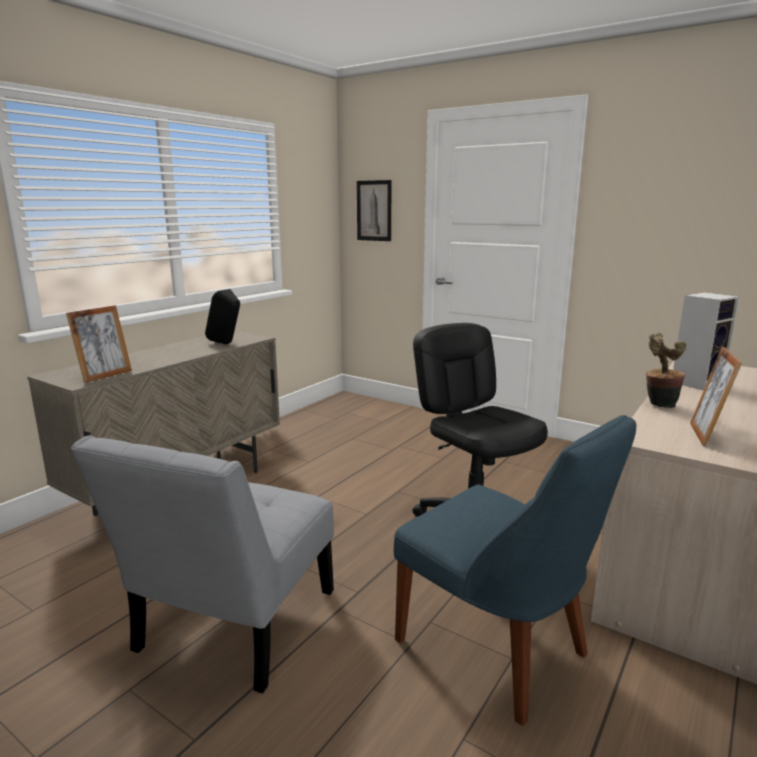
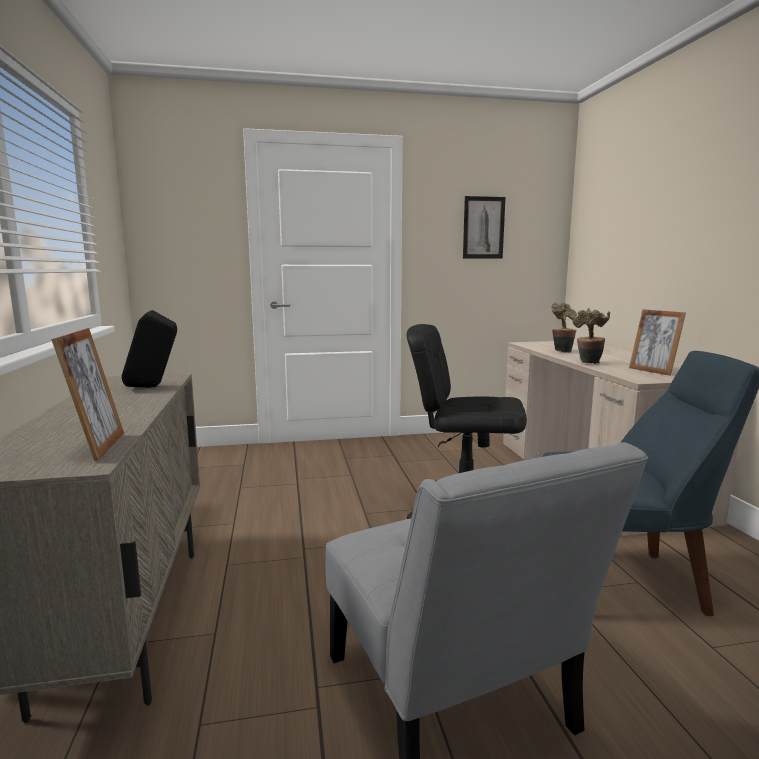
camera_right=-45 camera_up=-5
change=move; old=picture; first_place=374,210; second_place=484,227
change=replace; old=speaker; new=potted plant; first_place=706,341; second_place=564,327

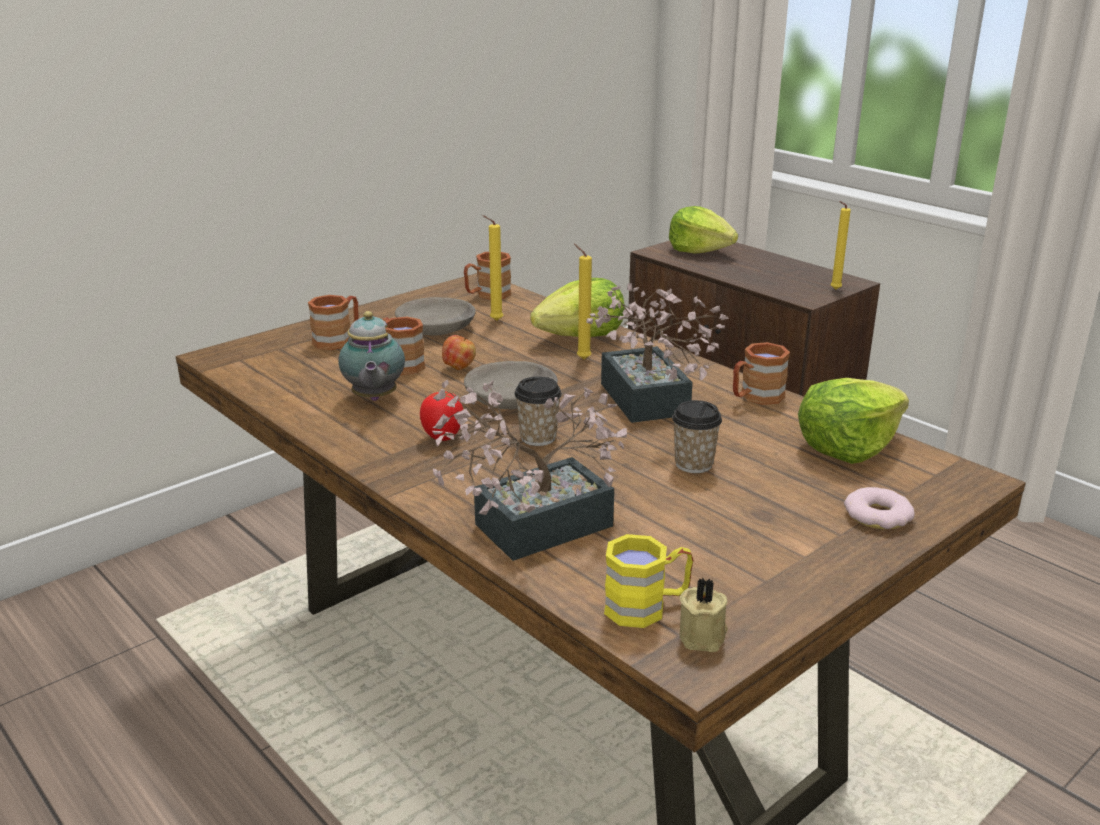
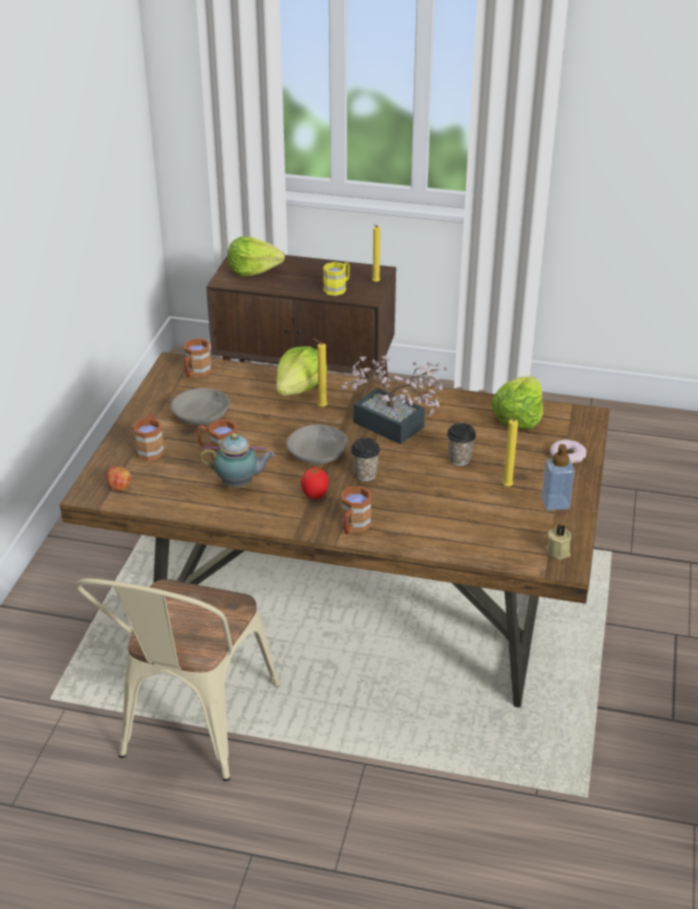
camera_right=-35 camera_up=10
change=insert; new=chair in beige; second_place=177,680
change=move; old=apple; first_place=459,352; second_place=118,478
change=rotate; old=teapot; first_place=371,356; second_place=237,461; degrees=-45
change=move; old=mug in yellow; first_place=648,581; second_place=336,279
change=move; old=mug in brown; first_place=761,373; second_place=357,510
change=move; old=candle in yellow; first_place=492,268; second_place=510,452
change=insert; new=soap dispenser; second_place=558,477
change=delete; old=potted plant; first_place=529,470

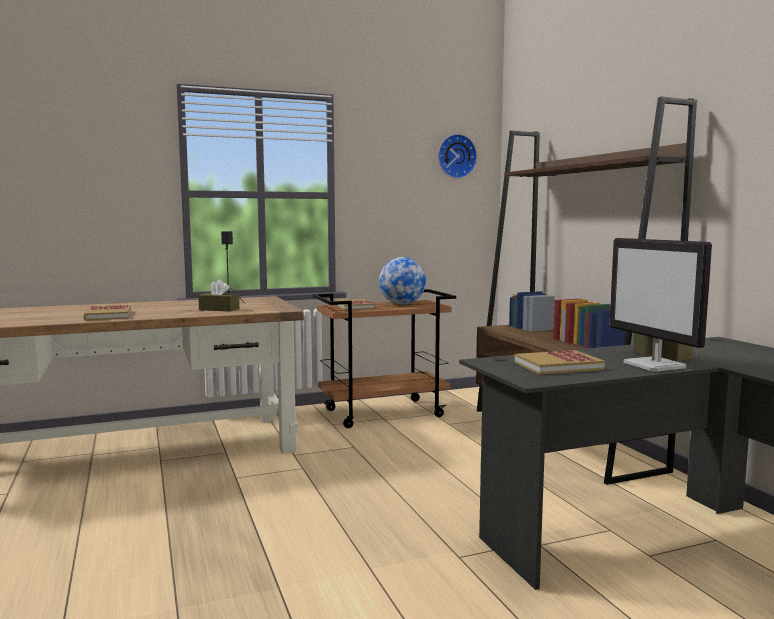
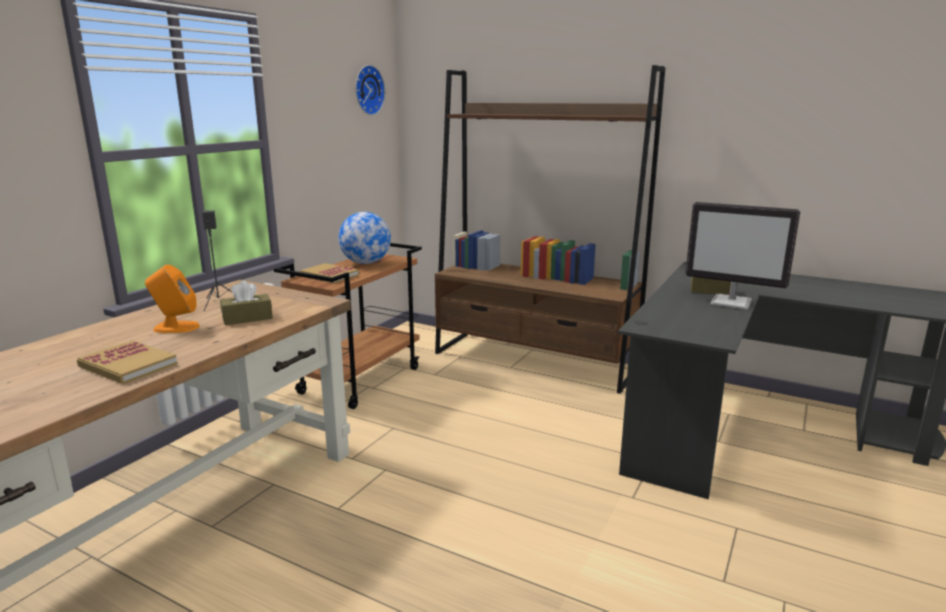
camera_right=-40 camera_up=10
change=insert; new=speaker in orange; second_place=172,299
change=delete; old=book; first_place=559,362

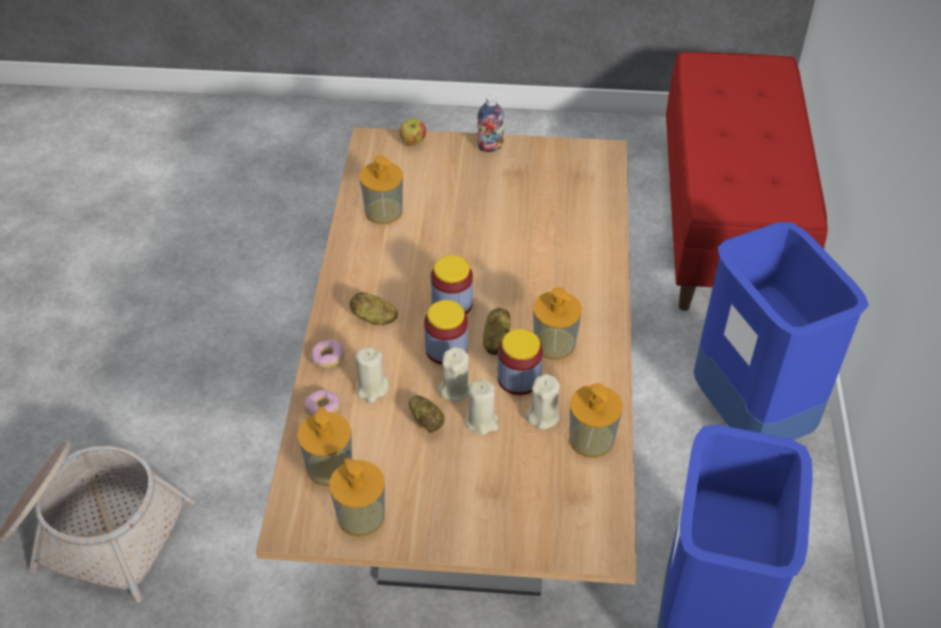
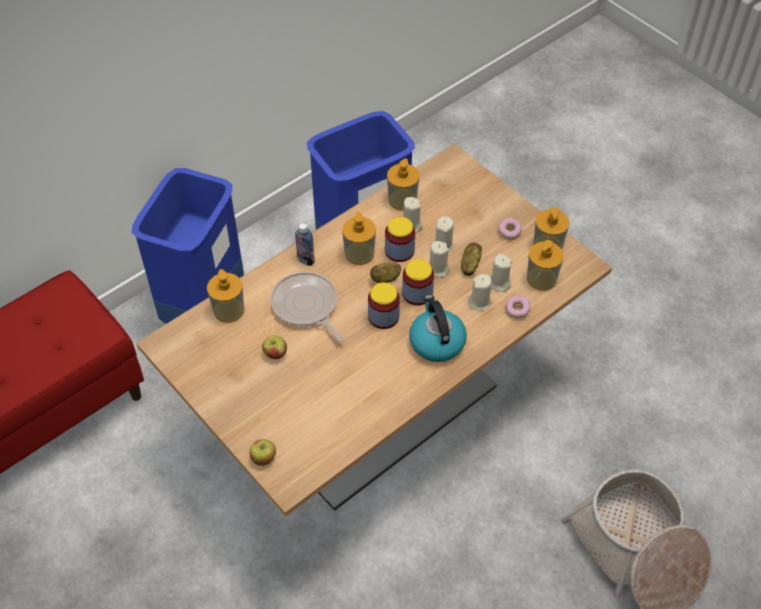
camera_right=-135 camera_up=5
change=move; old=soap dispenser; first_place=381,190; second_place=225,296
change=insert; new=apple; second_place=274,347
change=insert; new=frying pan; second_place=307,306
change=move; old=bottle; first_place=490,123; second_place=305,244
change=replace; old=potato; new=kettle; first_place=374,308; second_place=438,328
change=insert; new=candle in beige; second_place=501,273
change=move; old=donut; first_place=327,354; second_place=510,229

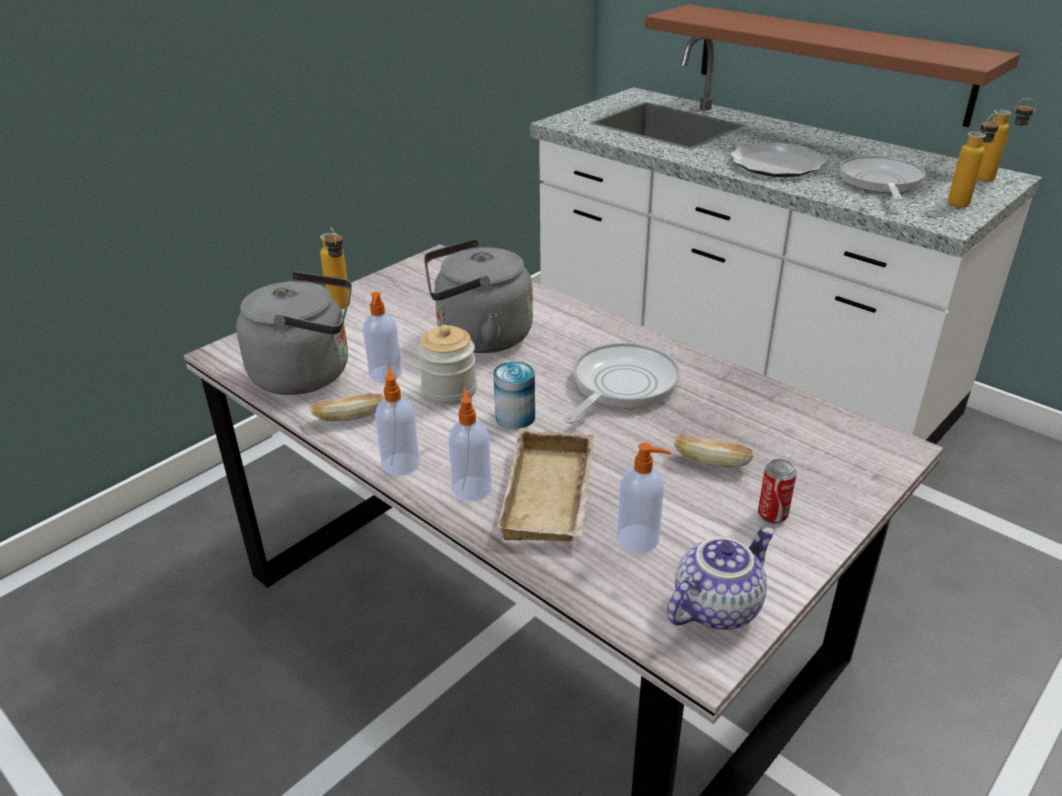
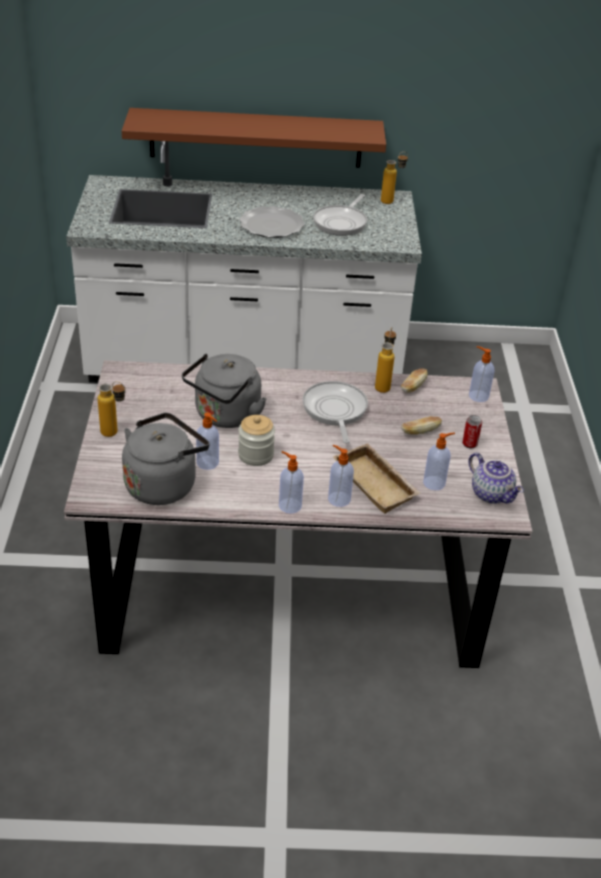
camera_right=-45 camera_up=5
change=rotate; old=frying pan; first_place=883,178; second_place=340,215; degrees=-120
change=move; old=bottle; first_place=973,160; second_place=385,360
change=move; old=bread; first_place=347,407; second_place=414,380
change=rotate; old=teapot; first_place=721,578; second_place=496,478; degrees=135
change=insert; new=soap dispenser; second_place=481,374
change=delete; old=can; first_place=514,395

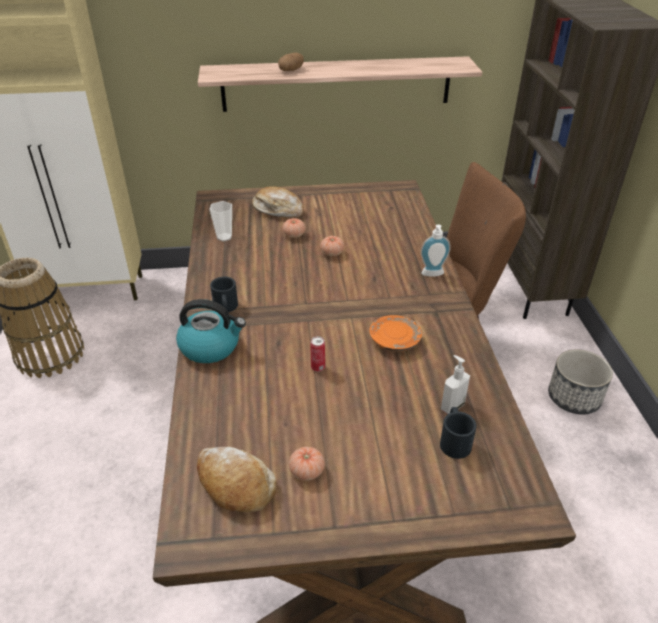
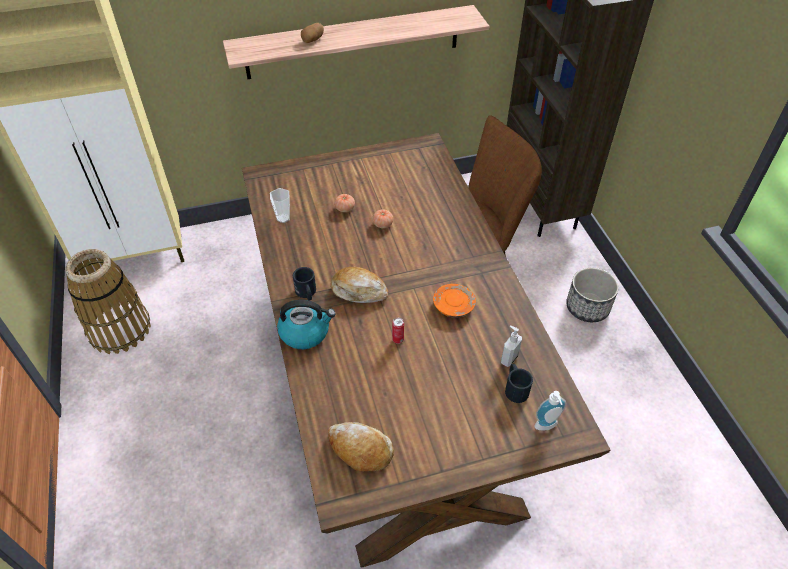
camera_right=-10 camera_up=10
change=move; old=bread; first_place=278,202; second_place=359,285
change=move; old=soap dispenser; first_place=436,251; second_place=550,411
change=delete; old=tomato; first_place=307,464

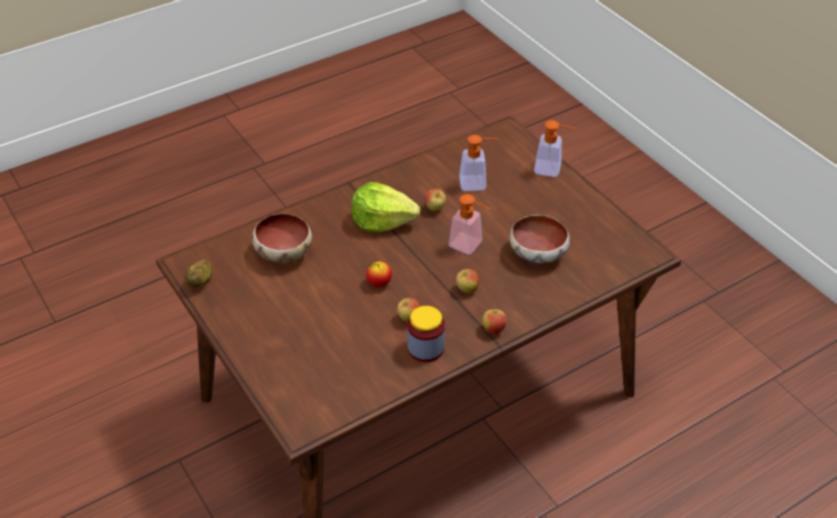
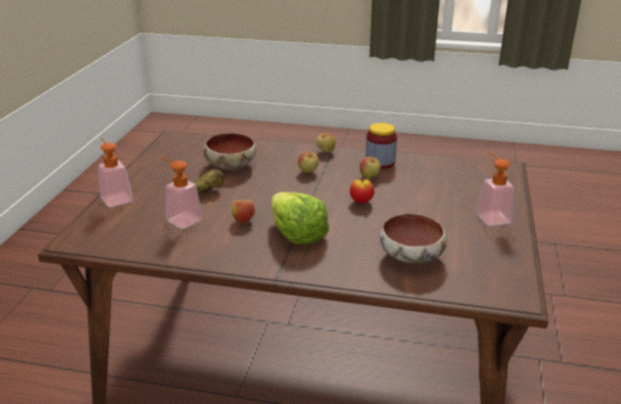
camera_right=-135 camera_up=-15
change=move; old=potato; first_place=198,273; second_place=208,181
change=move; old=soap dispenser; first_place=469,224; second_place=495,189

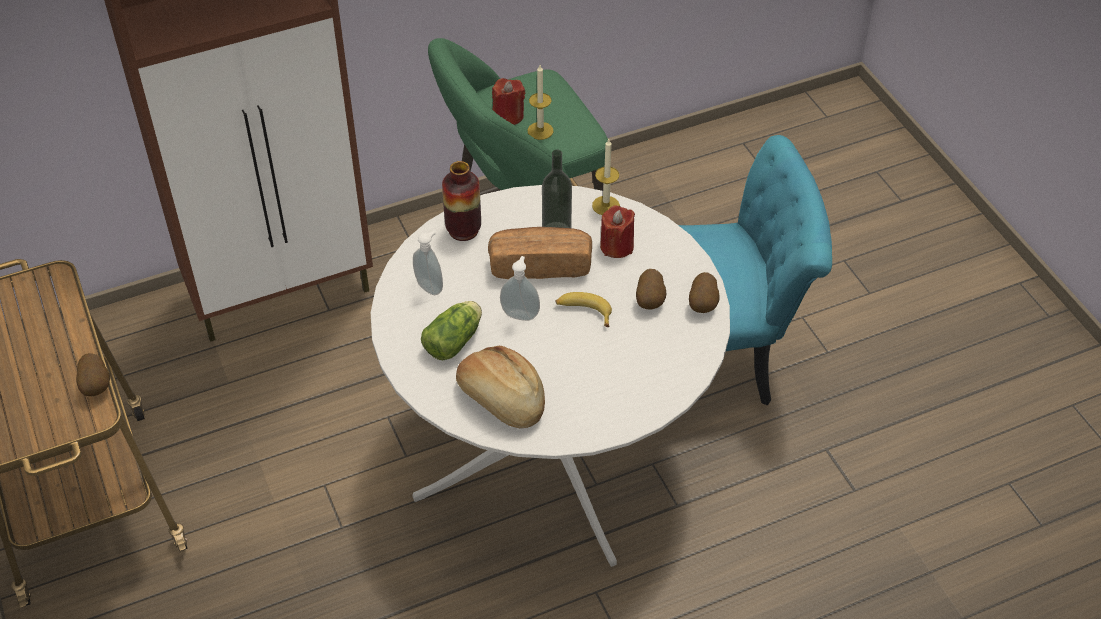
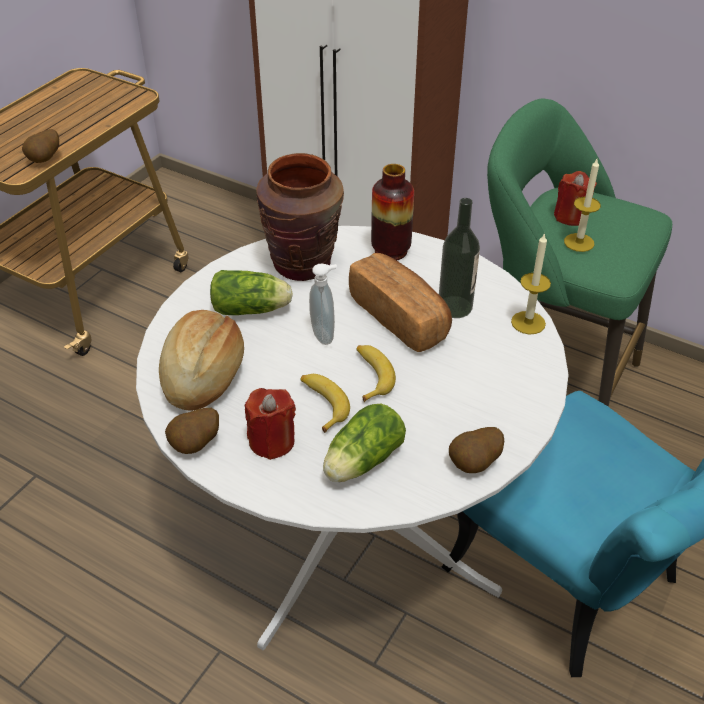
camera_right=55 camera_up=-5
change=move; old=potato; first_place=651,289; second_place=192,431
change=move; old=candle in red; first_place=617,231; second_place=270,424
change=replace; old=soap dispenser; new=vase in brown; first_place=428,263; second_place=300,217
change=insert; new=banana; second_place=325,403
change=insert; new=lettuce; second_place=364,443

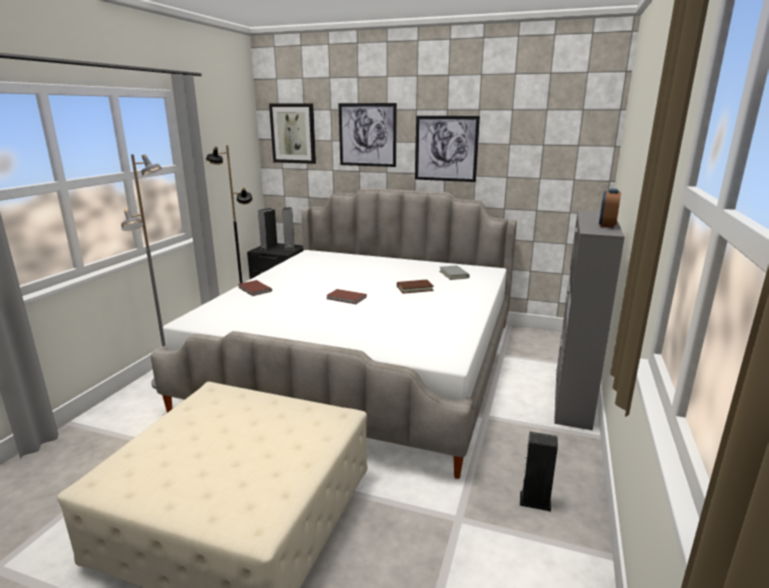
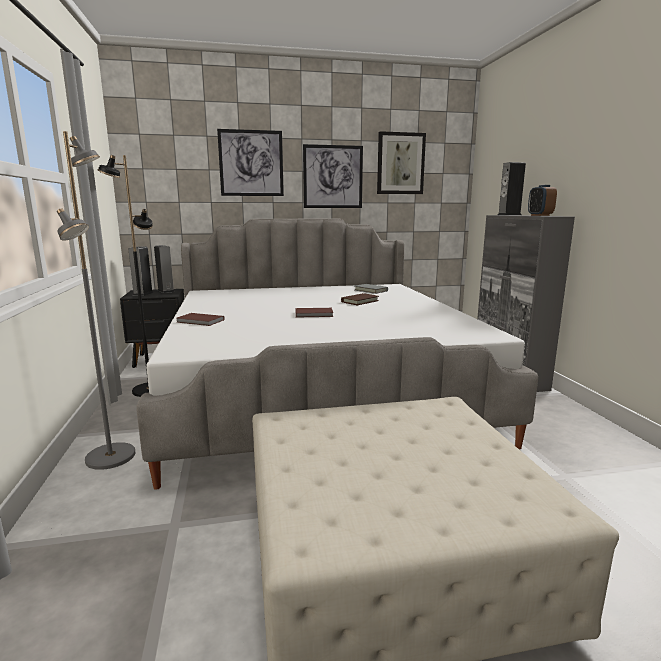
camera_right=-30 camera_up=-5
change=move; old=picture; first_place=292,133; second_place=401,162
change=move; old=speaker; first_place=539,472; second_place=511,188

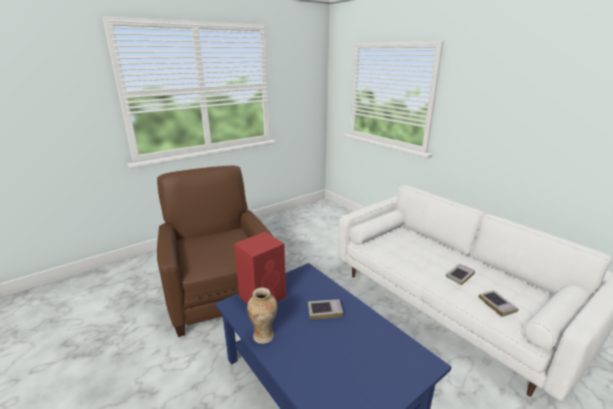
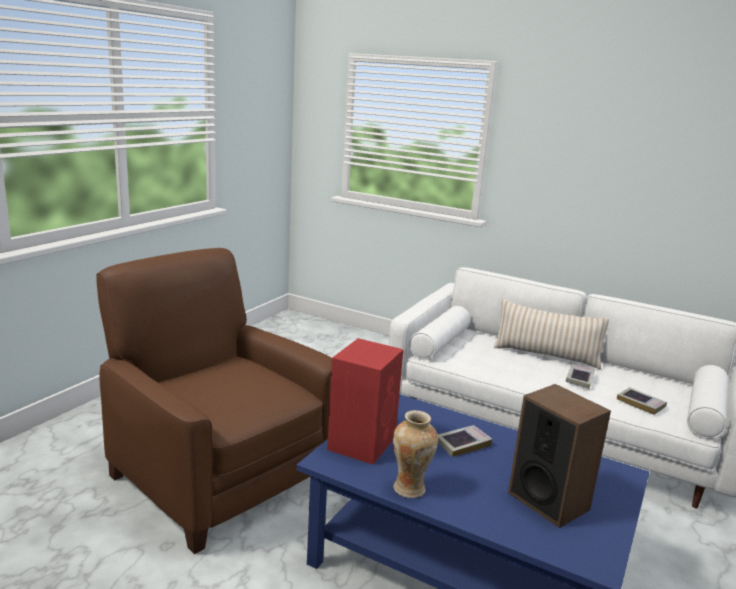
camera_right=-25 camera_up=-5
change=insert; new=pillow in beige; second_place=551,334
change=insert; new=speaker; second_place=559,456

